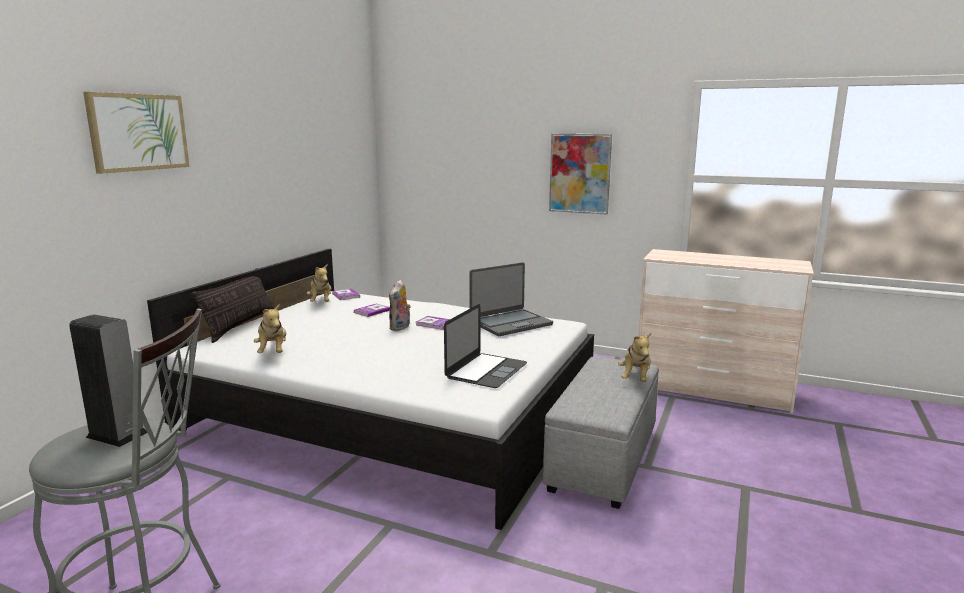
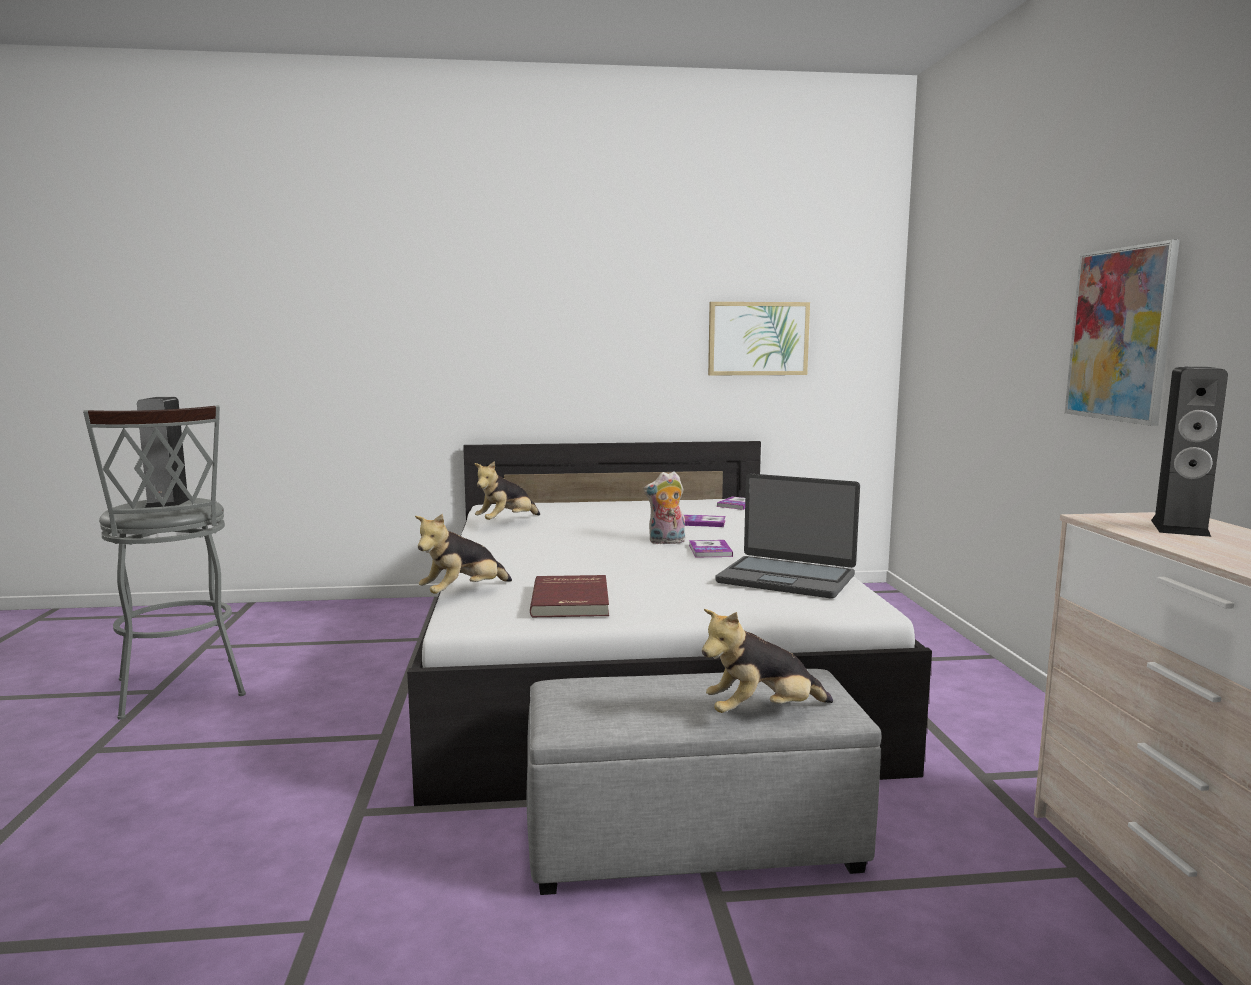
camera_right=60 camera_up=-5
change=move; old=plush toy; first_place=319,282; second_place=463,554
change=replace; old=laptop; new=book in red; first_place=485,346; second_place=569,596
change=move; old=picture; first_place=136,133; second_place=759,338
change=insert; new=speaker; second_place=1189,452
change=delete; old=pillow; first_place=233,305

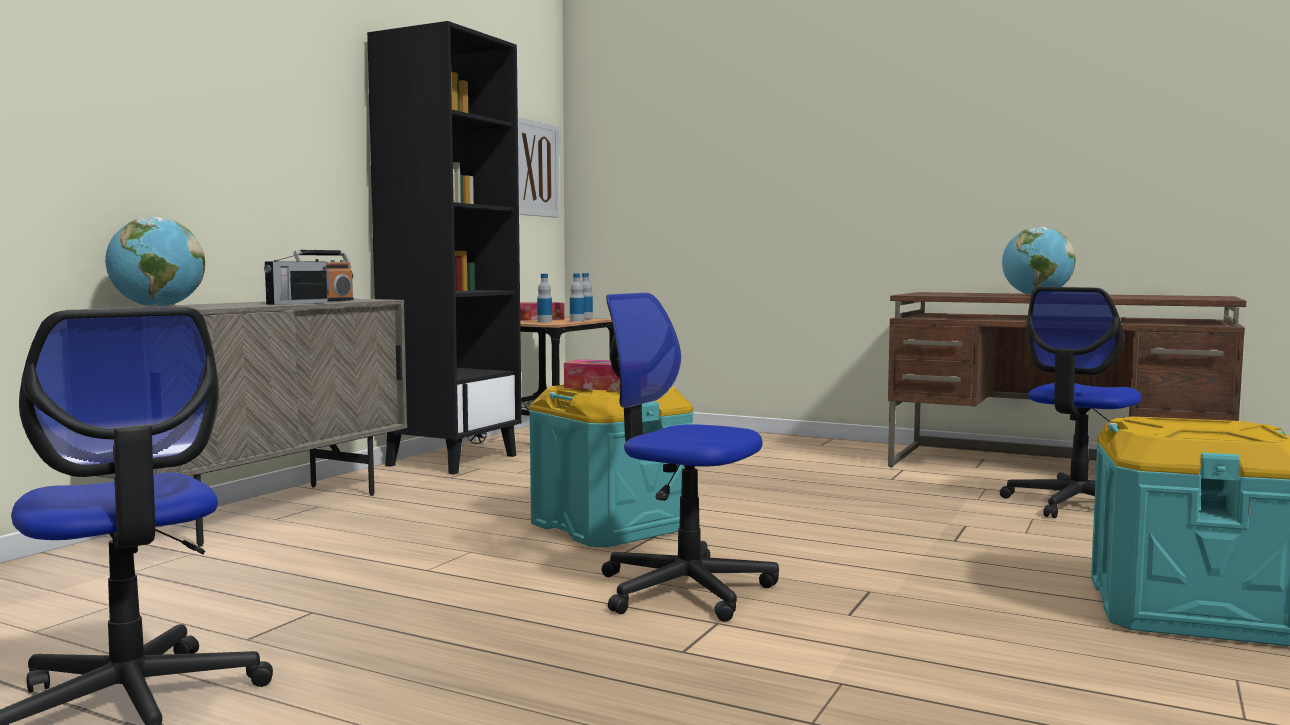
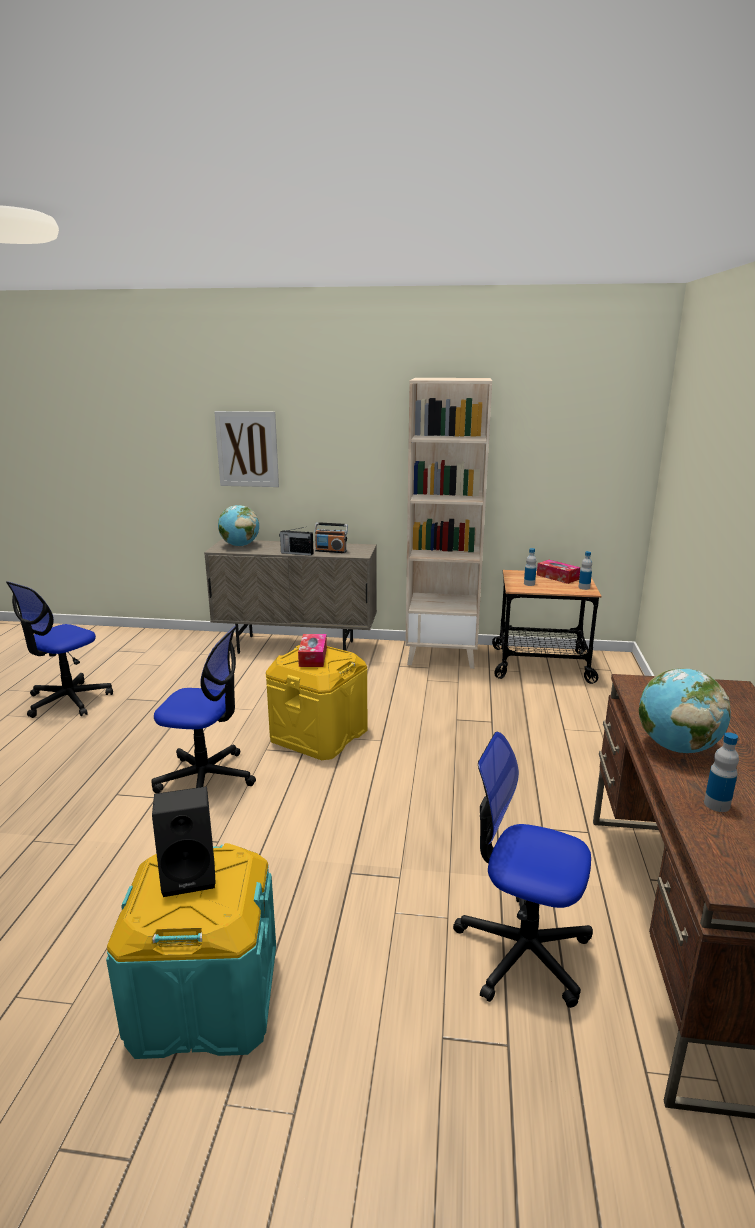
camera_right=70 camera_up=15
change=rotate; old=office chair; first_place=690,457; second_place=203,709; degrees=90
change=insert; new=speaker in black; second_place=184,841
change=move; old=picture; first_place=539,167; second_place=246,449
change=recolor; old=storage box in turquoise; new=storage box in yellow; first_place=611,466; second_place=316,702
change=recolor; old=bookcase in black; new=bookcase in beige; first_place=444,247; second_place=448,523
change=move; old=bottle; first_place=577,297; second_place=721,772

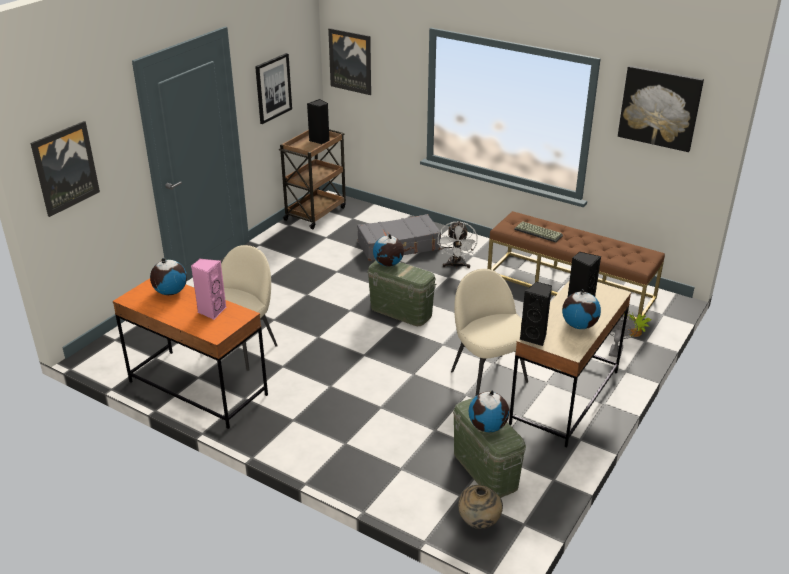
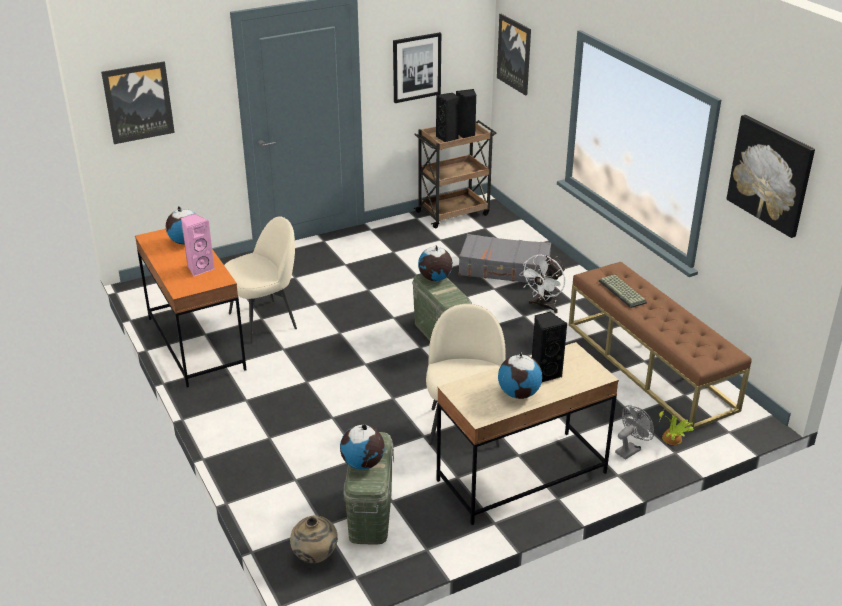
camera_right=30 camera_up=0
change=move; old=speaker in black; first_place=536,314; second_place=447,117

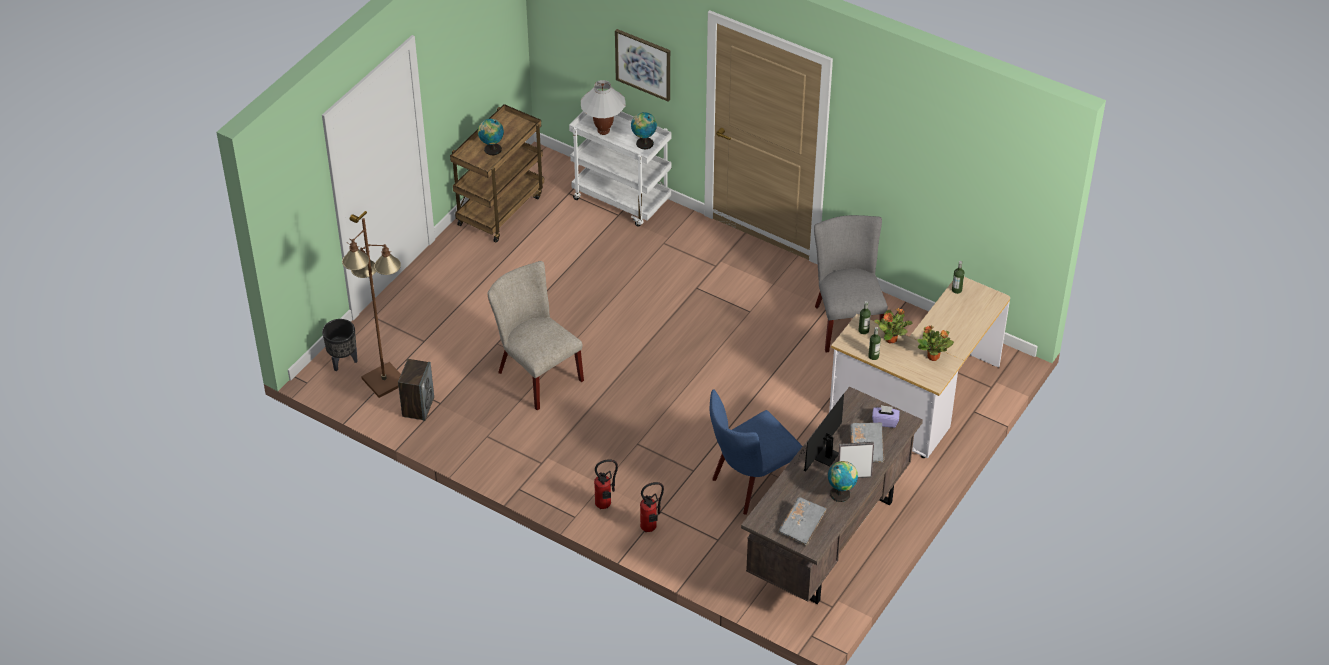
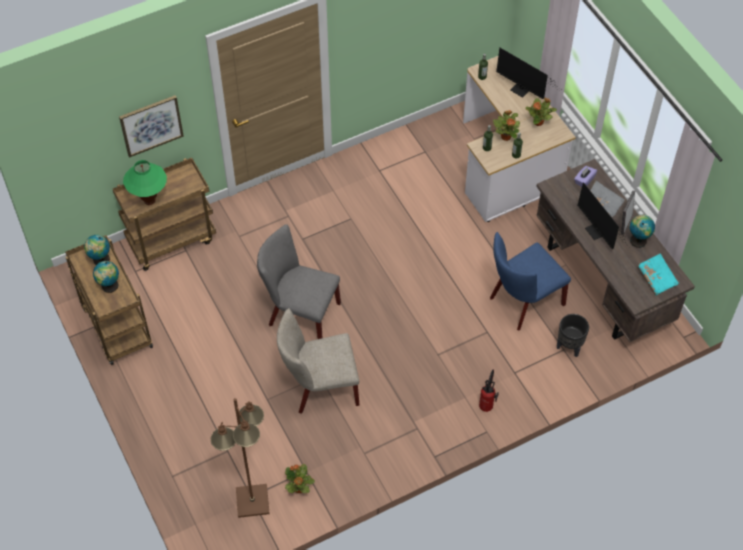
camera_right=-60 camera_up=10
change=move; old=globe; first_place=644,131; second_place=97,250
change=recolor; old=cart in white; new=cart in brown; first_place=620,169; second_place=164,214
change=recolor; old=table lamp in white; new=table lamp in green; first_place=603,107; second_place=145,182
change=move; old=chair in grey; first_place=851,283; second_place=299,281
change=replace; old=speaker; new=potted plant; first_place=416,390; second_place=300,478
change=rotate; old=chair in blue; first_place=756,452; second_place=530,281; degrees=60
change=insert; new=monitor; second_place=527,73
change=move; old=planter in black; first_place=340,345; second_place=573,335
change=recolor; old=book in grey; new=book in turquoise; first_place=802,521; second_place=658,274
change=delete; old=fire extinguisher; first_place=652,507

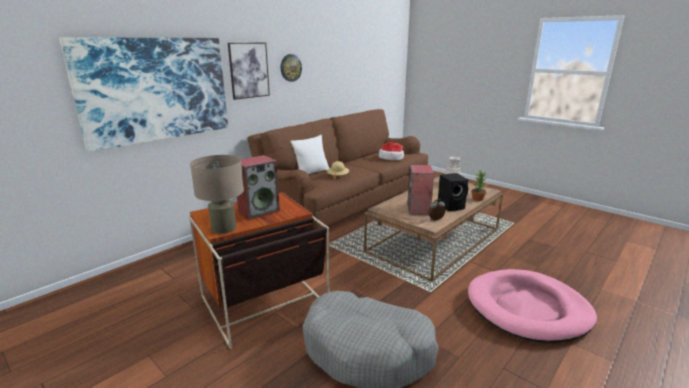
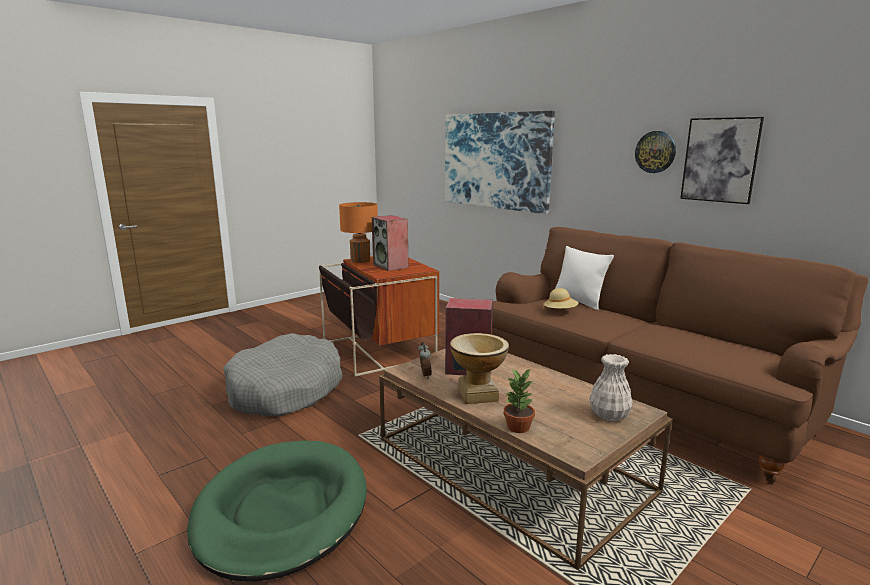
camera_right=95 camera_up=-5
change=recolor; old=dog bed in pink; new=dog bed in green; first_place=532,306; second_place=277,511
change=recolor; old=table lamp in beige; new=table lamp in orange; first_place=217,194; second_place=358,232
change=replace; old=speaker in black; new=vase; first_place=452,192; second_place=479,368
change=move; old=picture; first_place=249,71; second_place=722,160
change=delete; old=hat; first_place=391,151

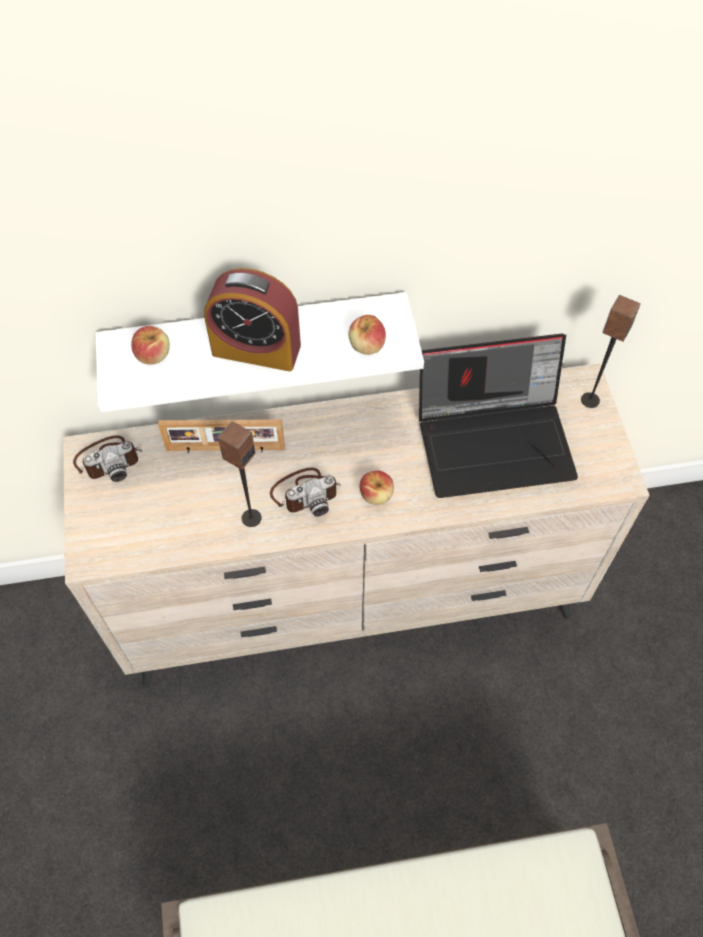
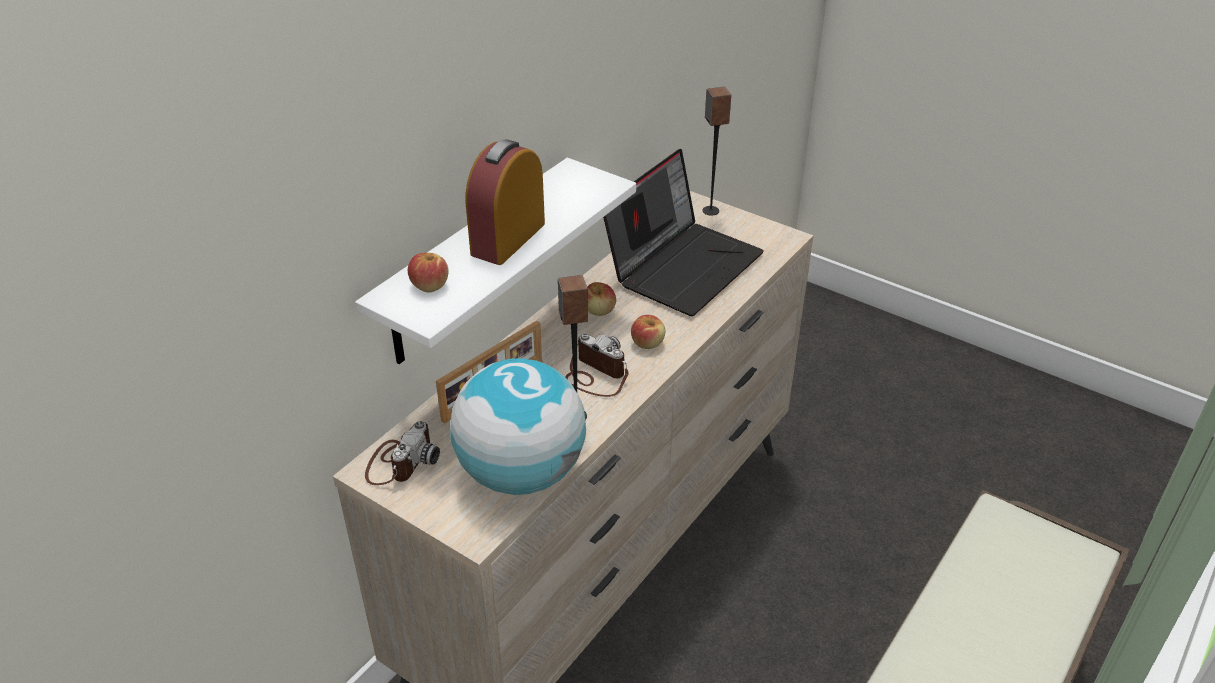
camera_right=-45 camera_up=-20
change=insert; new=globe; second_place=518,426
change=rotate; old=alarm clock; first_place=252,319; second_place=505,202; degrees=150
change=rotate; old=photo camera; first_place=305,492; second_place=597,365; degrees=-75
change=move; old=apple; first_place=367,335; second_place=601,299

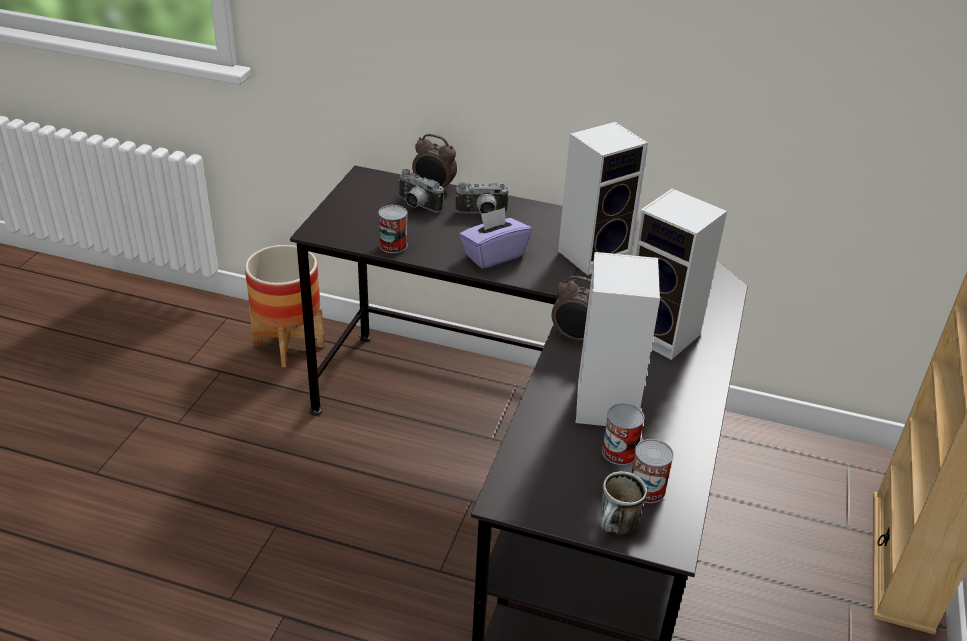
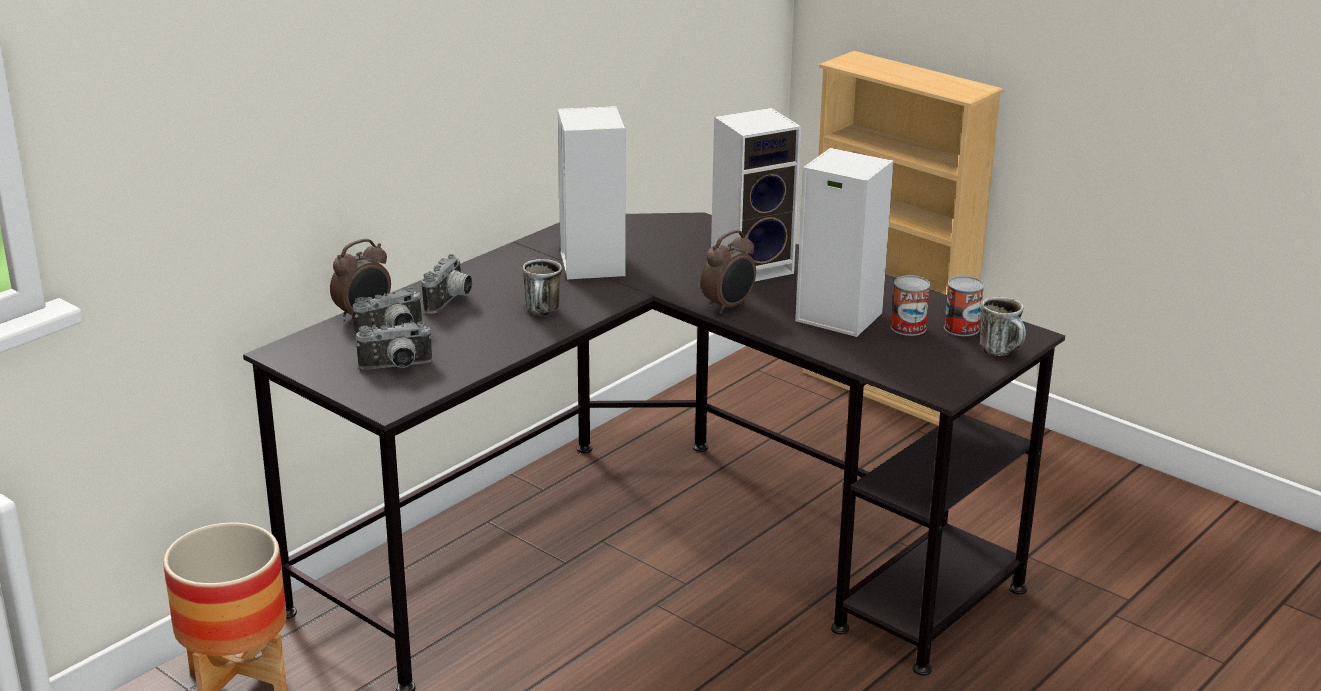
camera_right=-65 camera_up=-10
change=insert; new=photo camera; second_place=394,346
change=replace; old=tissue box in purple; new=mug; first_place=495,238; second_place=542,287
change=delete; old=can; first_place=393,229

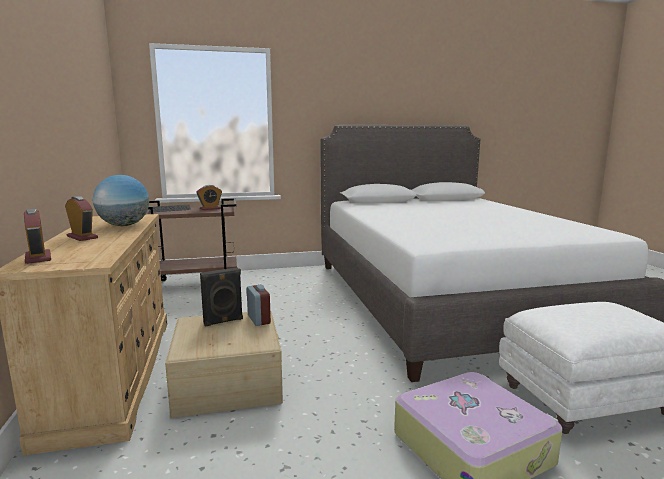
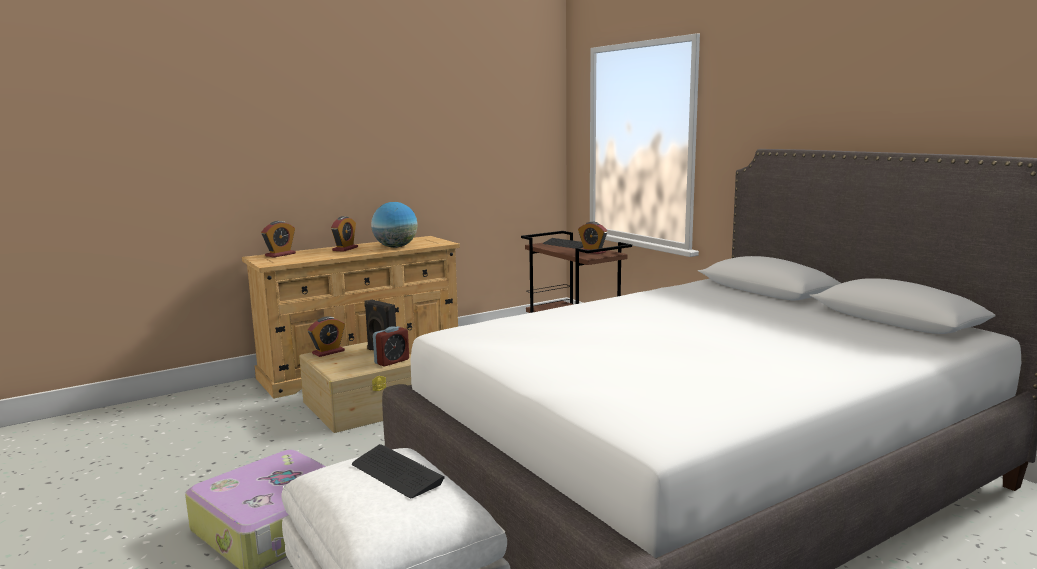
camera_right=70 camera_up=0
change=insert; new=alarm clock; second_place=326,336
change=insert; new=keyboard; second_place=398,471

